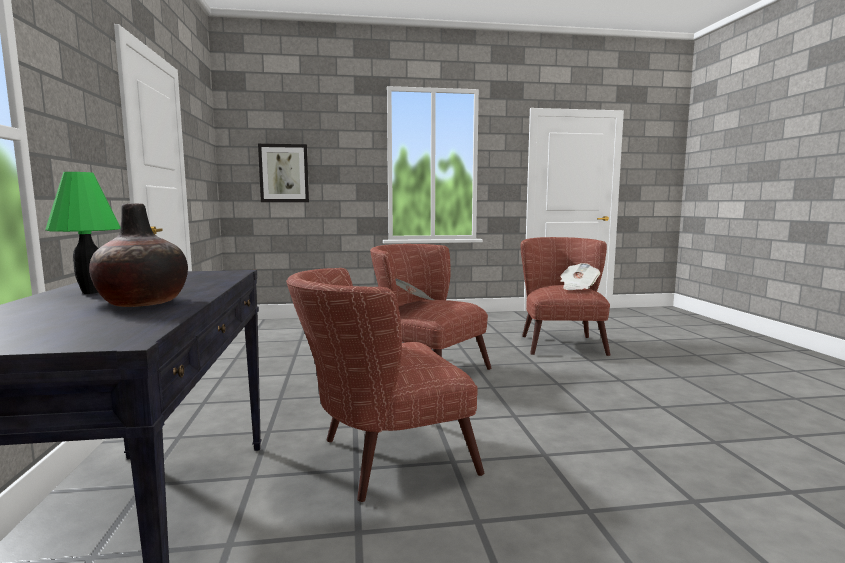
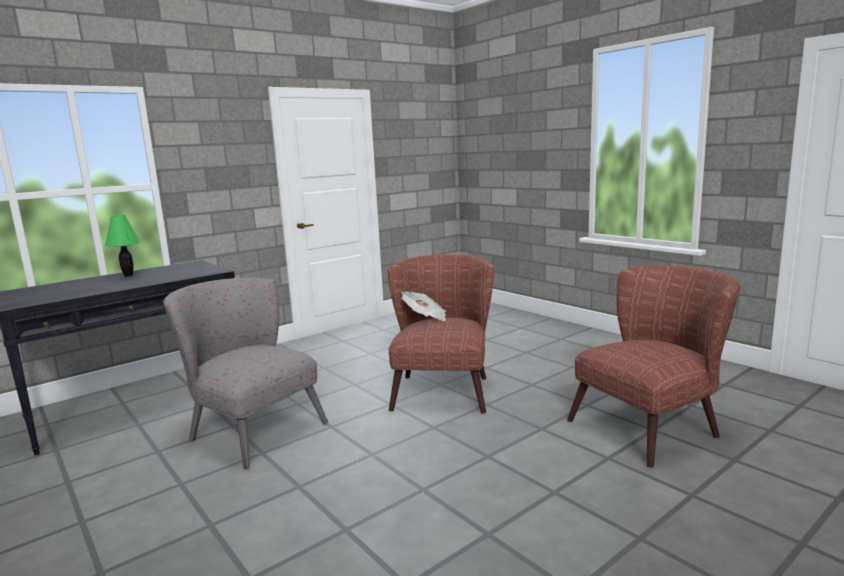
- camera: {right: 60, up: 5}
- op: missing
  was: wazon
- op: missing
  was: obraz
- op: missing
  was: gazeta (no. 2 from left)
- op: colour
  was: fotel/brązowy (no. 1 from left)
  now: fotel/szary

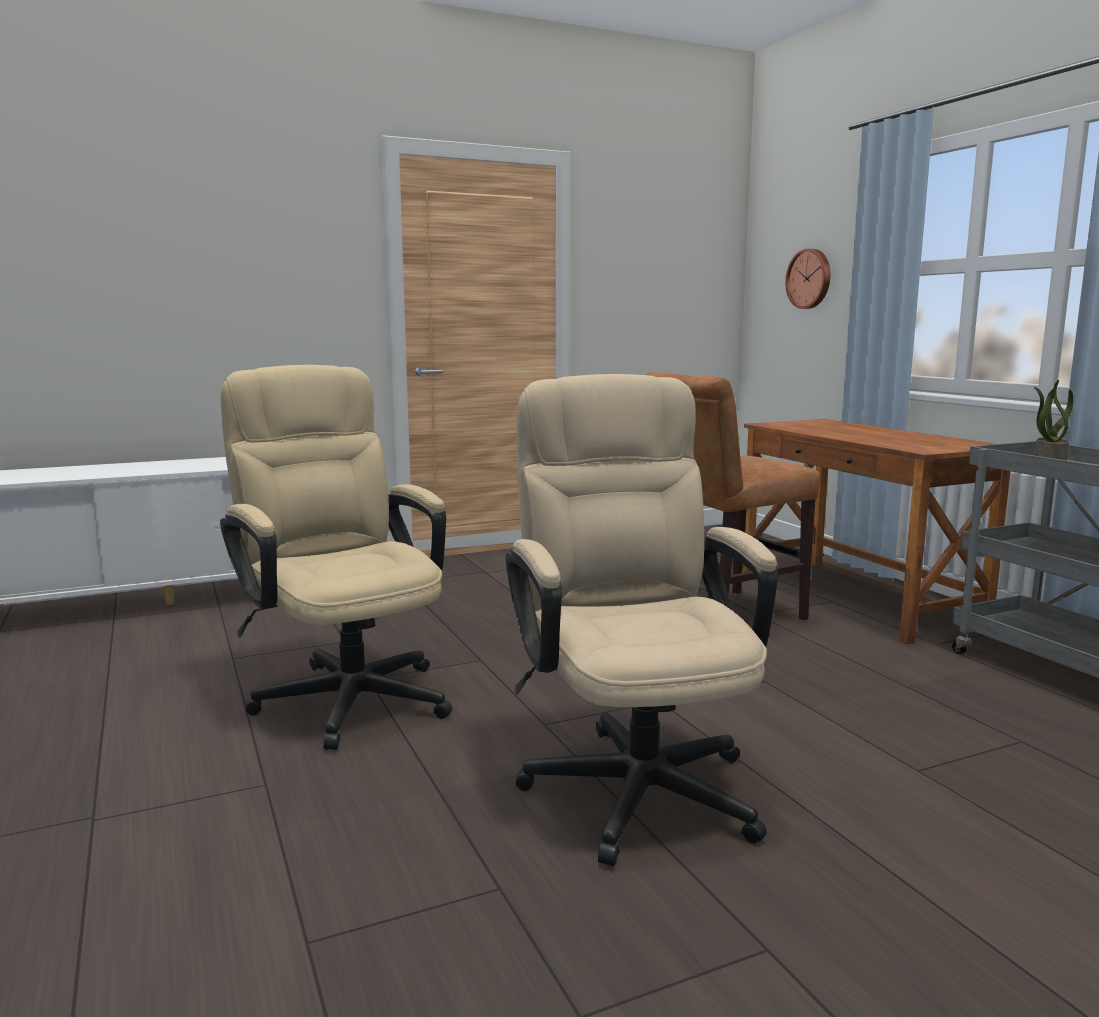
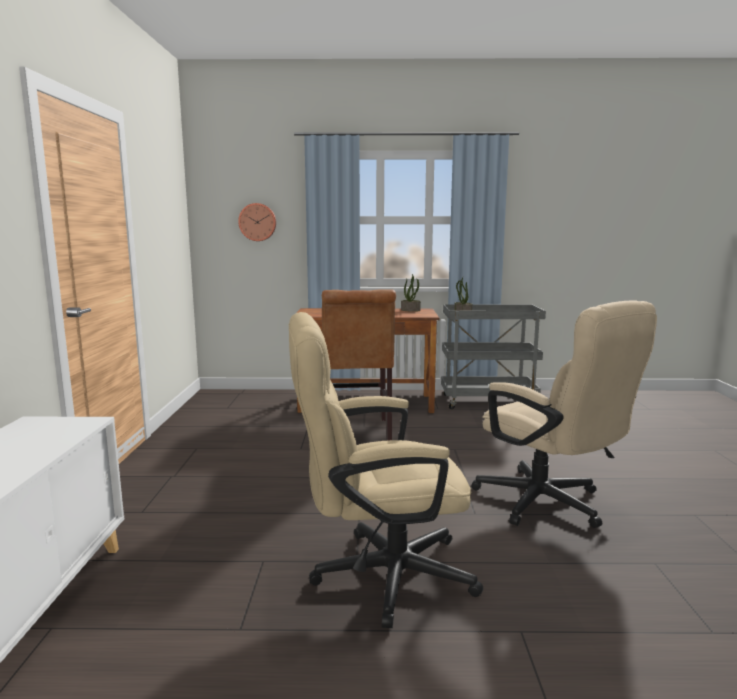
- camera: {right: -65, up: 0}
- op: appeared
  now: roślina doniczkowa (no. 1 from left)
- op: spun
  was: krzesło biurowe/beżowy (no. 2 from left)
  clockwise: -135

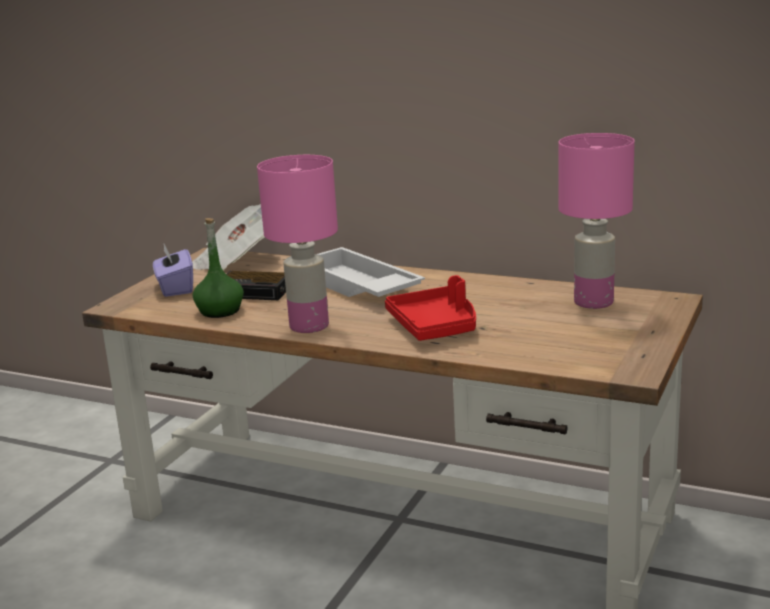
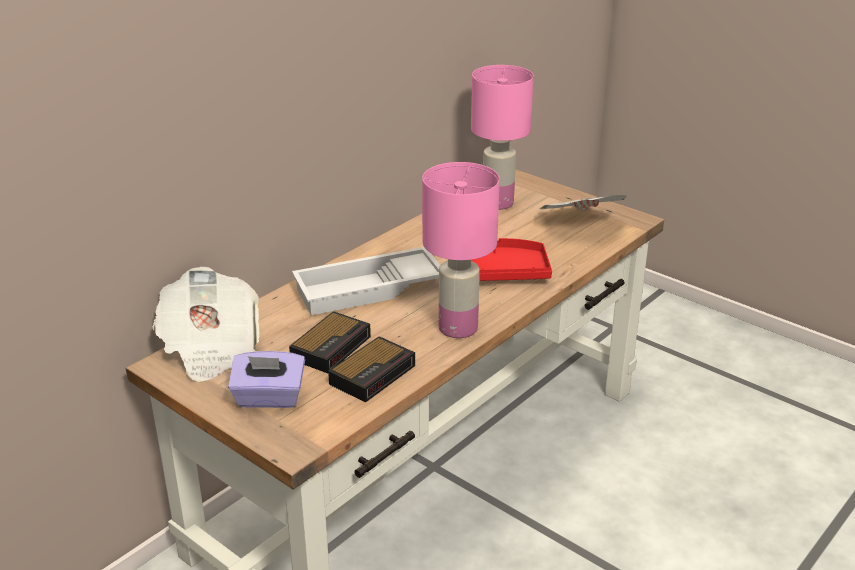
- camera: {right: -75, up: 10}
- op: appeared
  now: gazeta (no. 2 from left)
- op: exchanged
  was: butelka/zielony
  now: budzik (no. 2 from left)

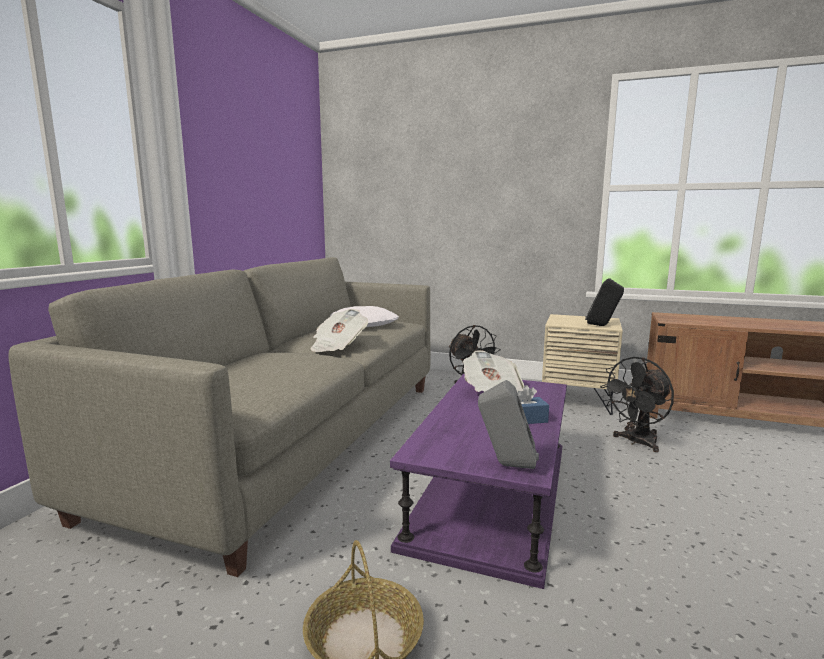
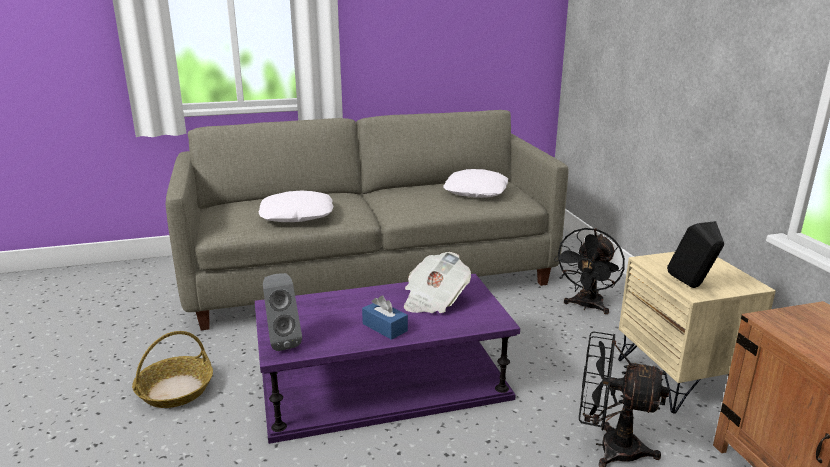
- camera: {right: 55, up: 10}
- op: missing
  was: gazeta (no. 1 from left)
- op: appeared
  now: poduszka/biały (no. 1 from left)

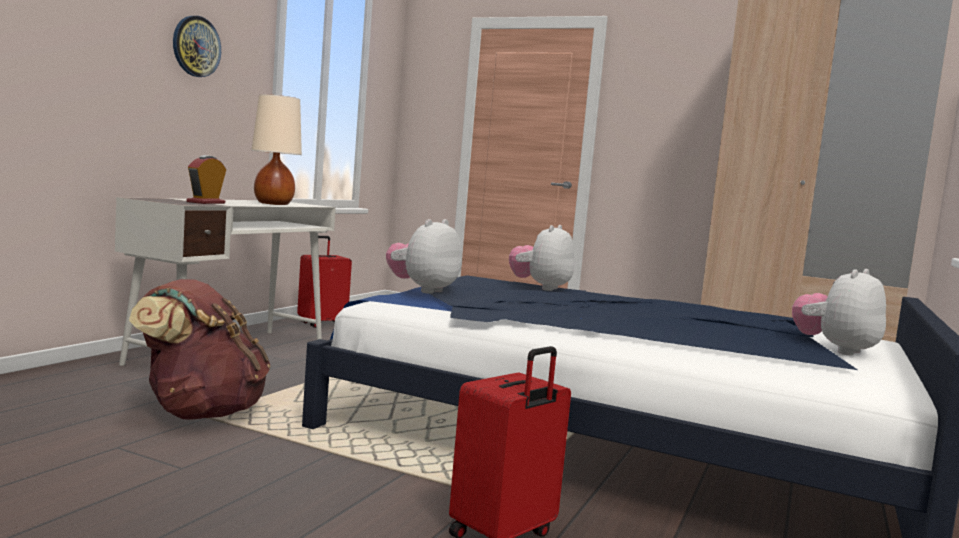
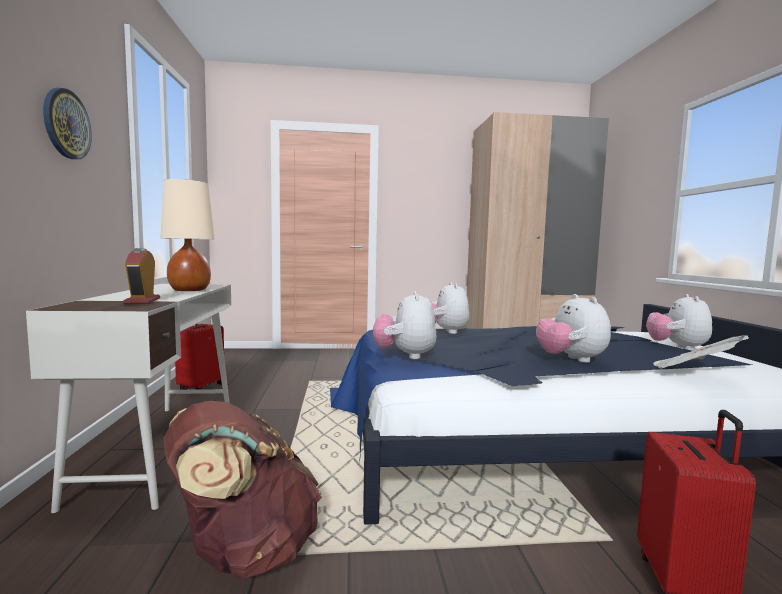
- camera: {right: -30, up: 0}
- op: appeared
  now: pluszak (no. 3 from left)
- op: appeared
  now: gazeta

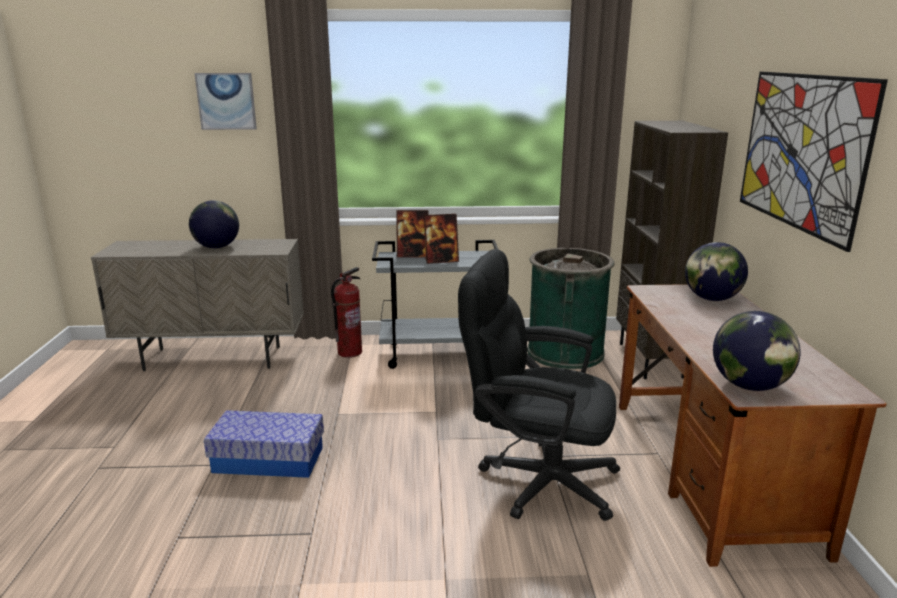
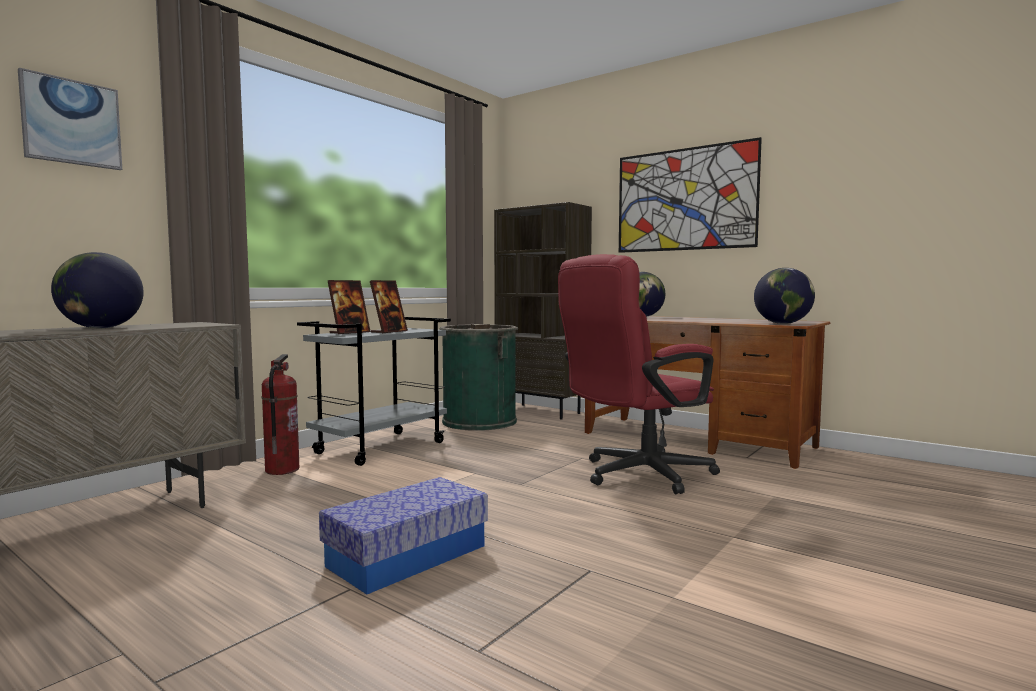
- camera: {right: -50, up: -15}
- op: colour
  was: krzesło biurowe/czarny
  now: krzesło biurowe/czerwony

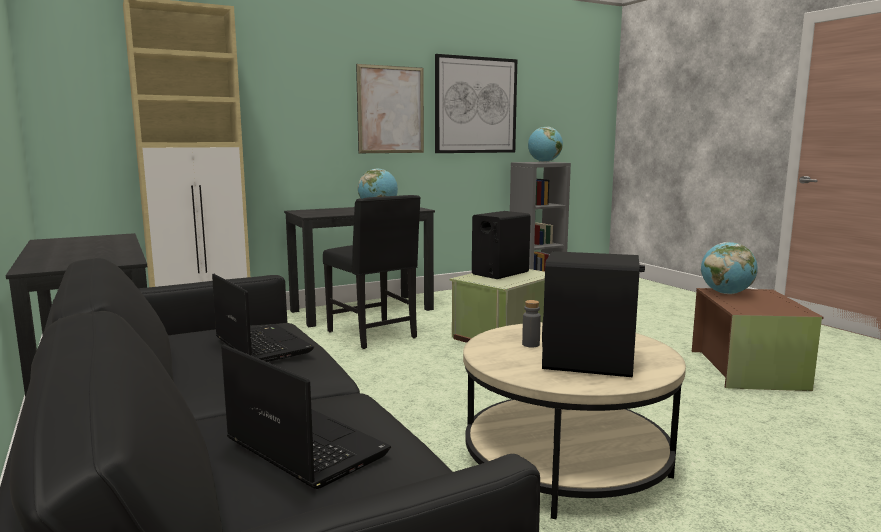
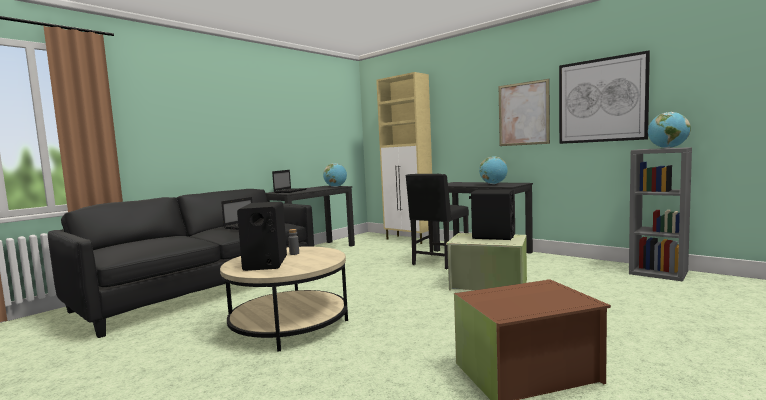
- camera: {right: 70, up: -5}
- op: relocated
  was: laptop (no. 2 from left)
- op: relocated
  was: globus (no. 3 from left in the first image)
  now: globus (no. 1 from left)

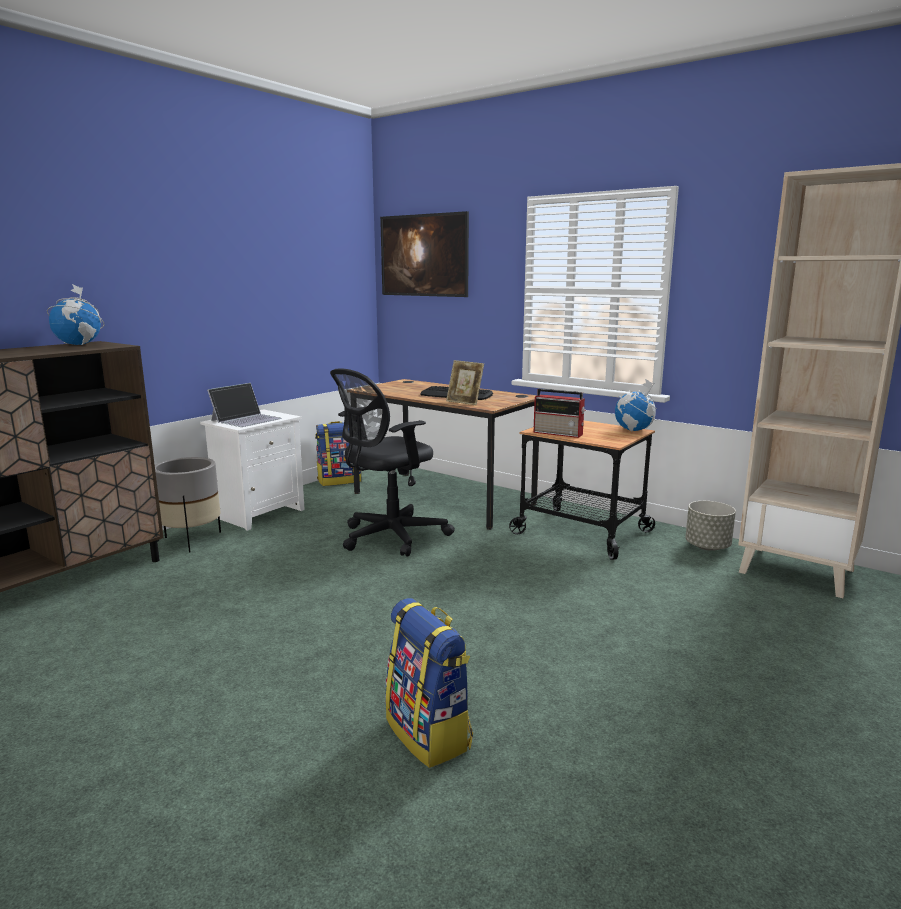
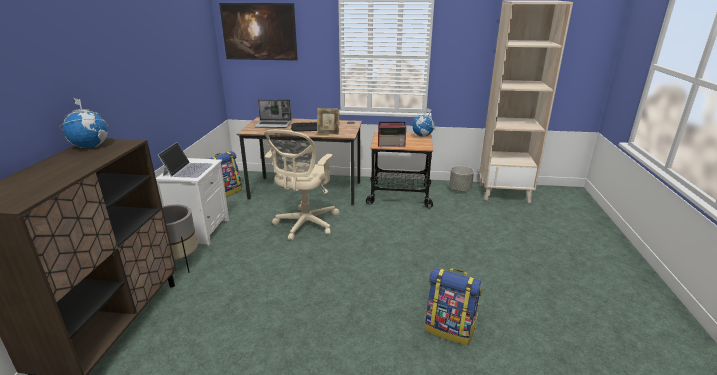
- camera: {right: -30, up: 10}
- op: appeared
  now: laptop (no. 2 from left)
- op: colour
  was: krzesło biurowe/czarny
  now: krzesło biurowe/beżowy

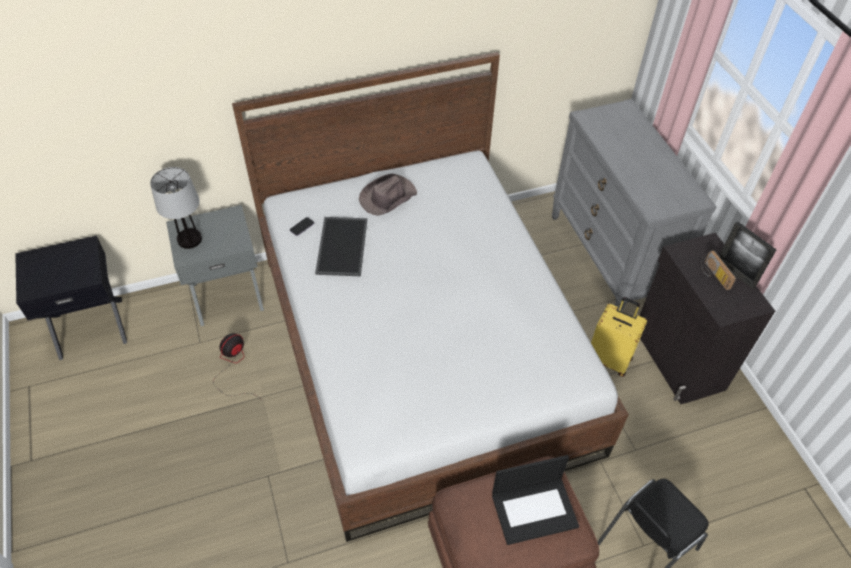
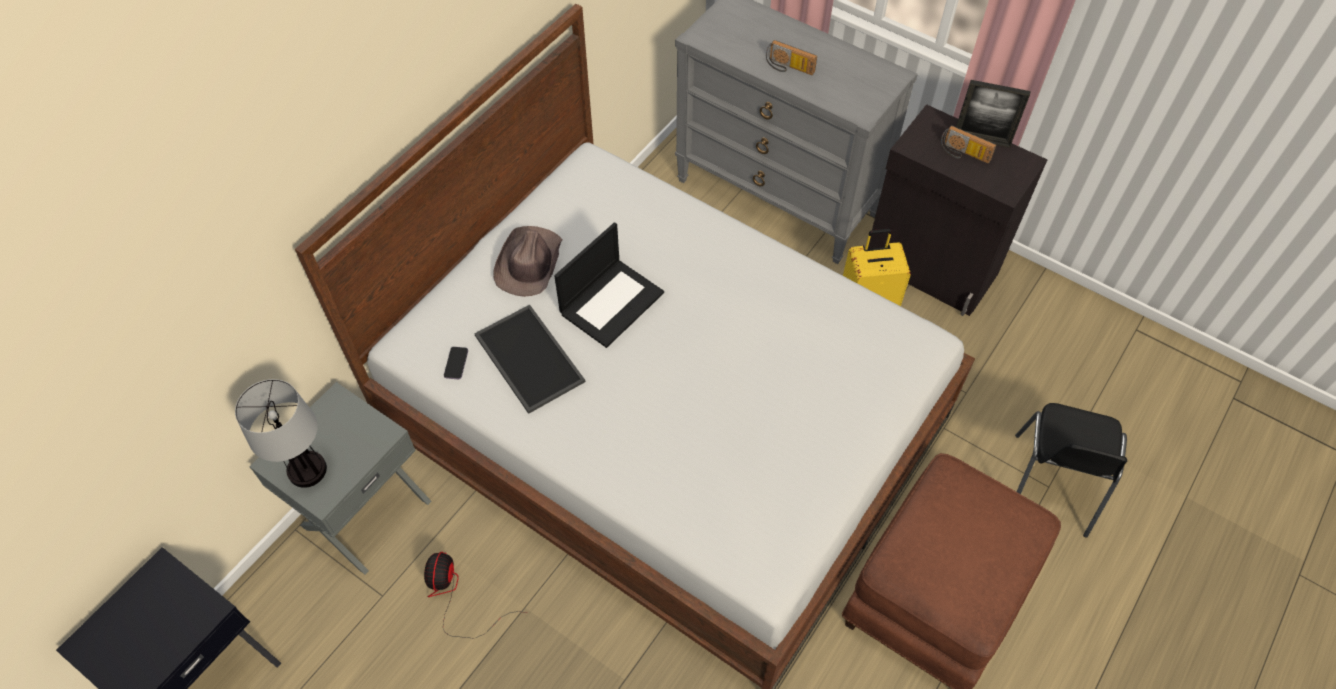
- camera: {right: -35, up: 5}
- op: appeared
  now: radio (no. 1 from left)
- op: relocated
  was: laptop

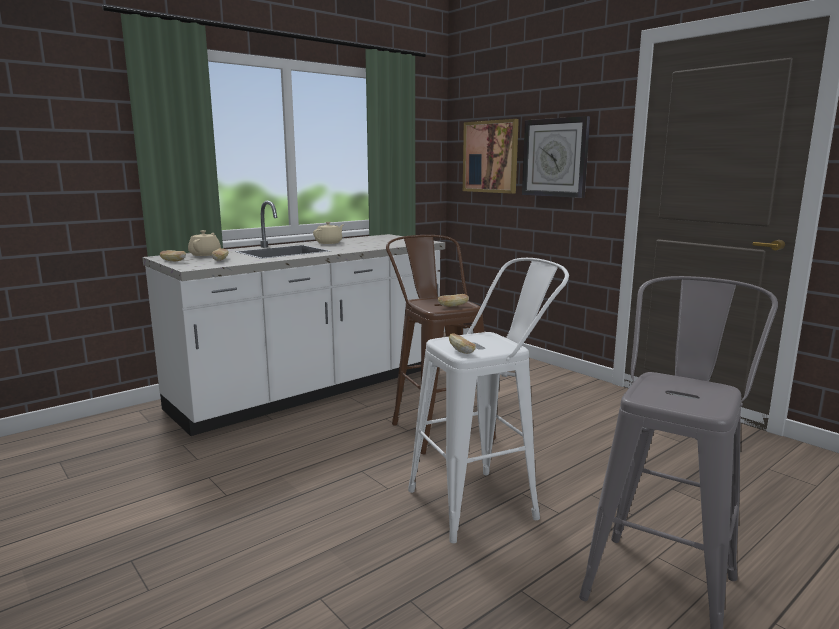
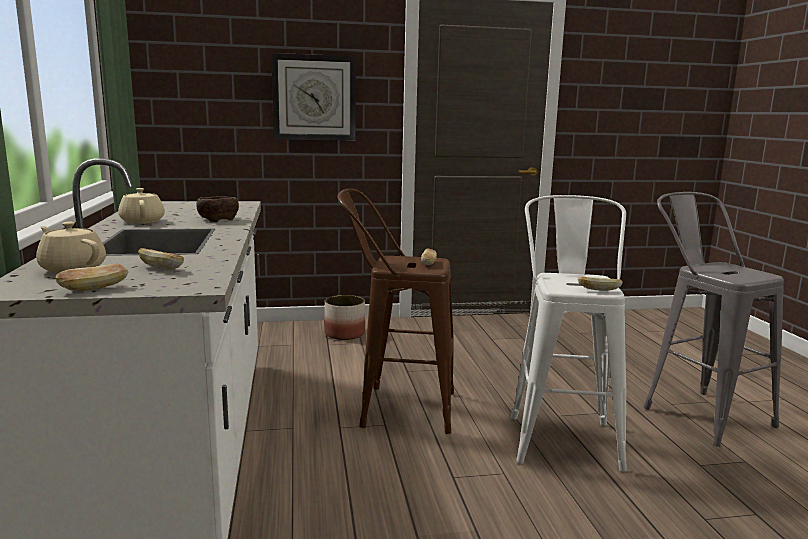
- camera: {right: -60, up: 0}
- op: missing
  was: obraz
- op: appeared
  now: miska/brązowy
- op: appeared
  now: donica

